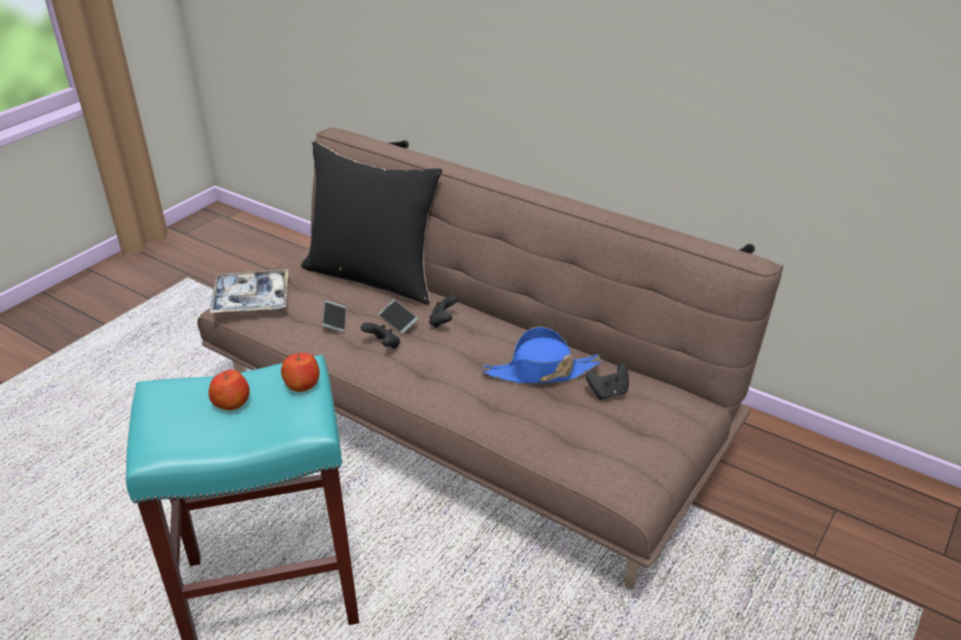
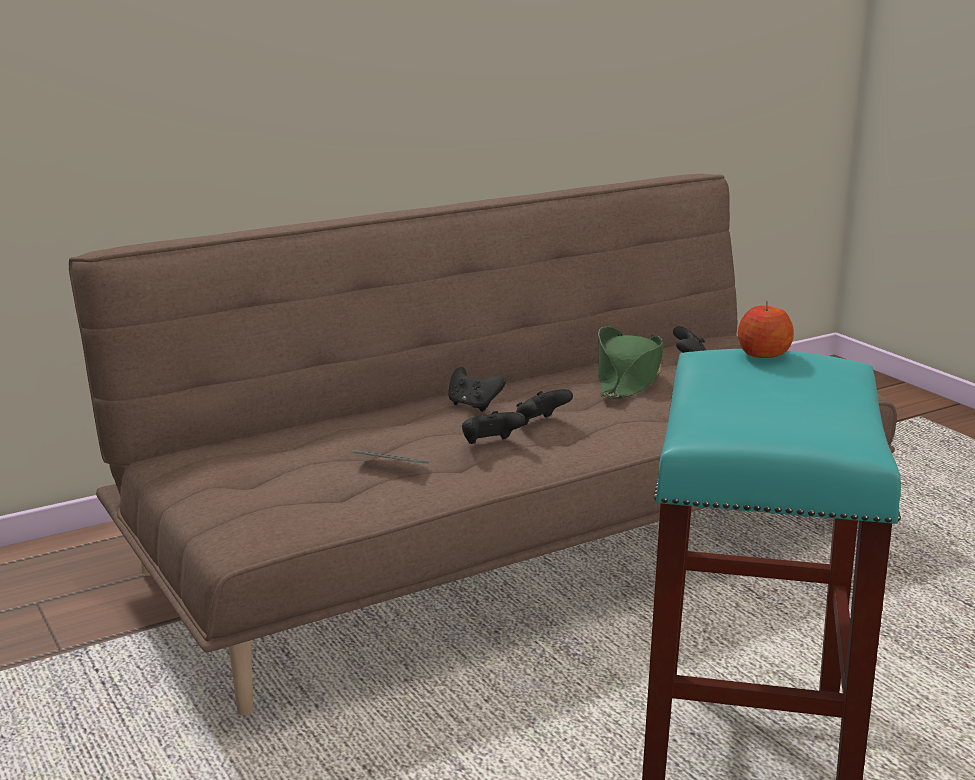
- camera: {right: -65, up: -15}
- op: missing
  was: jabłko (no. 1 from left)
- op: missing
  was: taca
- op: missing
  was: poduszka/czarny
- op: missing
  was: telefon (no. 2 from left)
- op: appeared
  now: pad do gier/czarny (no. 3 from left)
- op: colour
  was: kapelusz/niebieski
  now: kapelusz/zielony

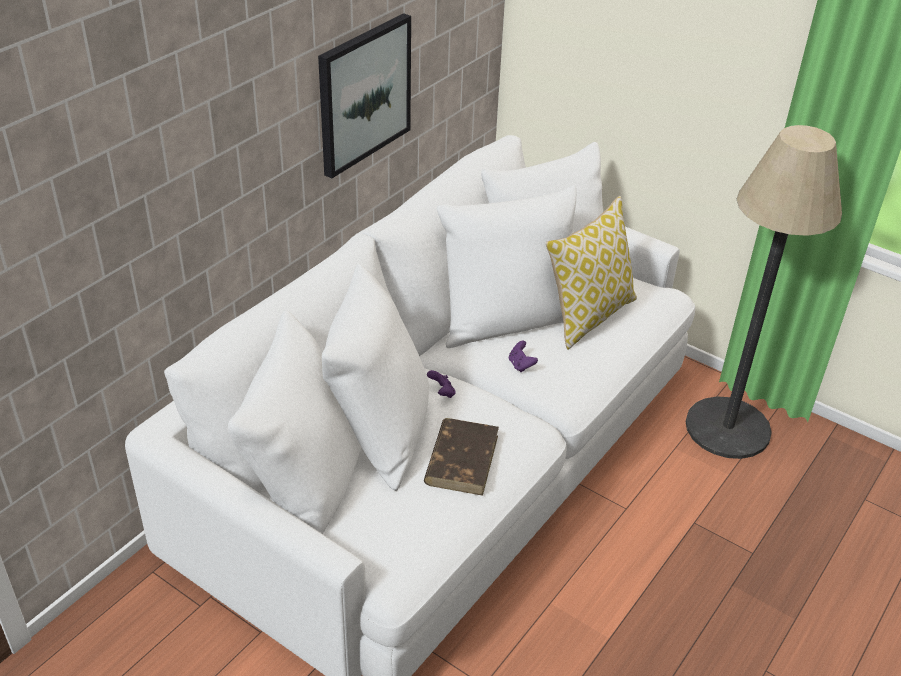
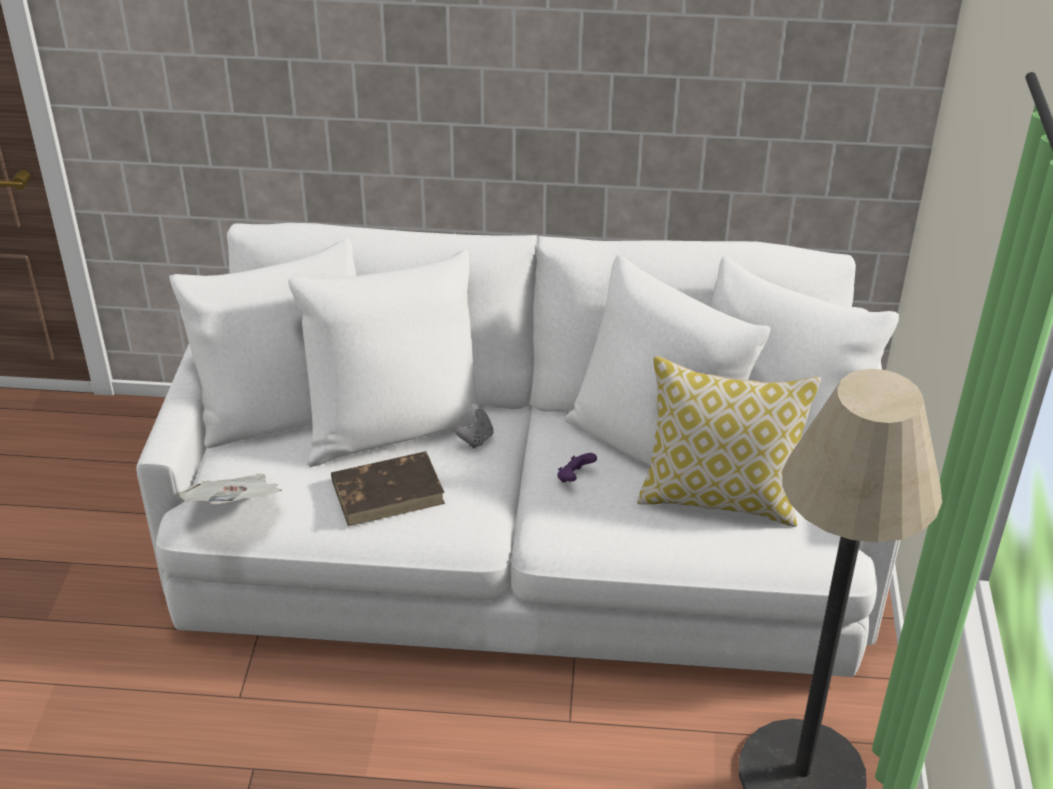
- camera: {right: 60, up: 0}
- op: missing
  was: obraz
- op: appeared
  now: gazeta
- op: colour
  was: pad do gier/fioletowy (no. 1 from left)
  now: pad do gier/szary

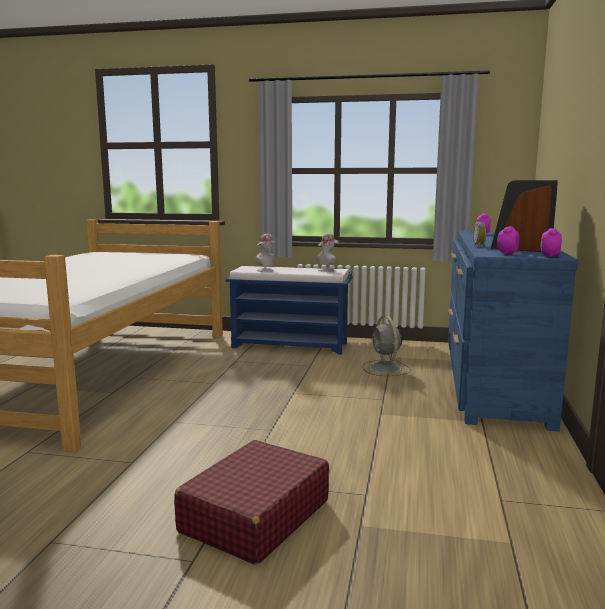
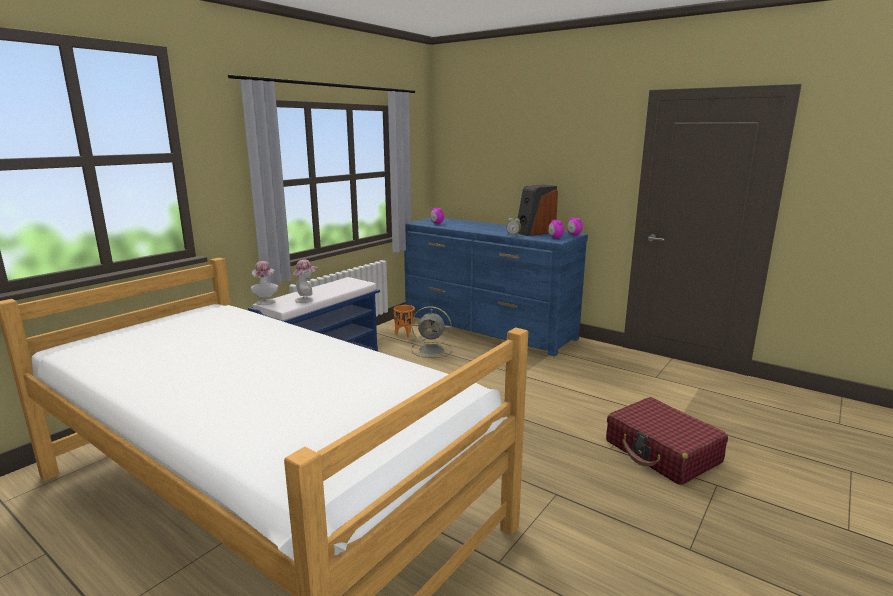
- camera: {right: -65, up: 5}
- op: appeared
  now: donica/pomarańczowy
- op: relocated
  was: kapelusz (no. 2 from left in the first image)
  now: kapelusz (no. 1 from left)

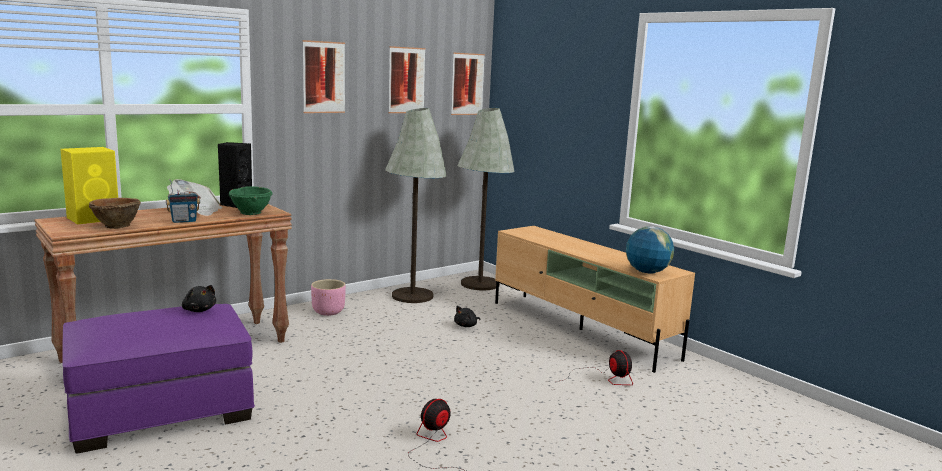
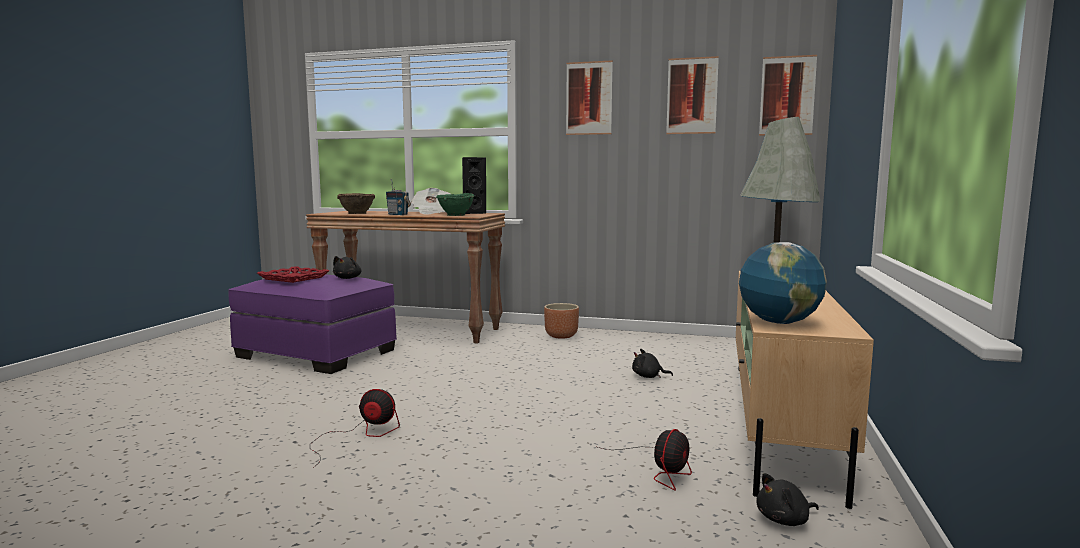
- camera: {right: 55, up: -5}
- op: missing
  was: głośnik/żółty
- op: missing
  was: lampa stojąca/szary (no. 1 from left)
- op: appeared
  now: taca/czerwony
- op: appeared
  now: pluszak/czarny (no. 3 from left)
- op: colour
  was: donica/różowy
  now: donica/brązowy

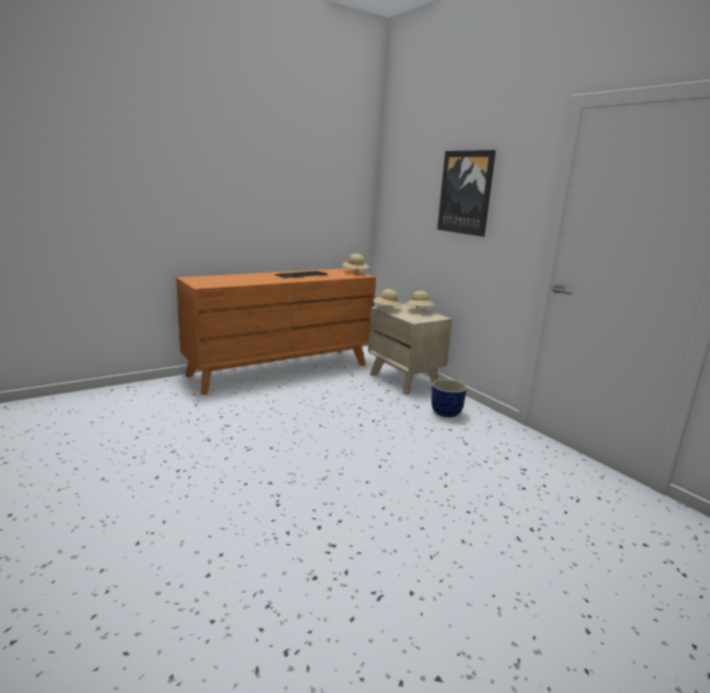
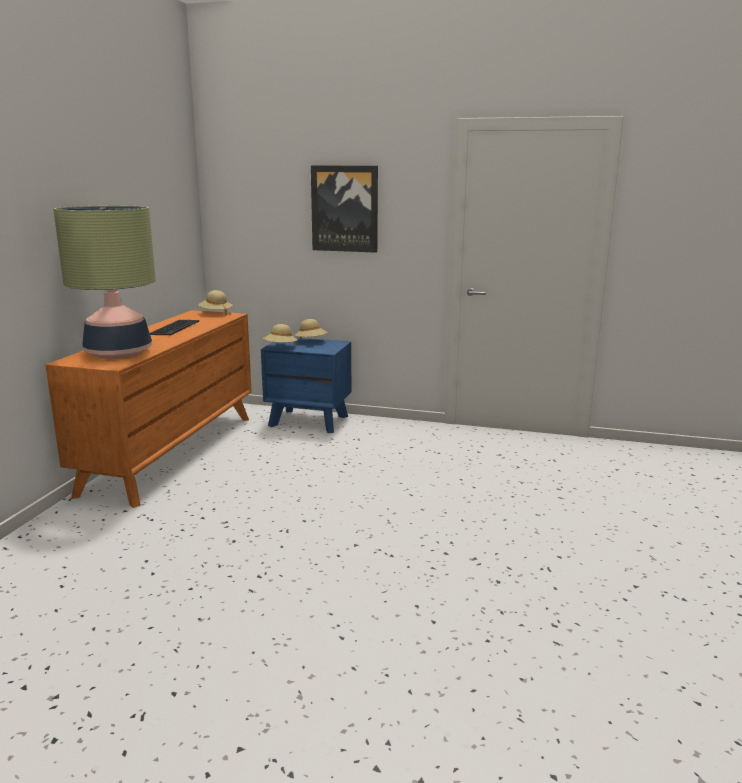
- camera: {right: -40, up: 0}
- op: missing
  was: donica
- op: appeared
  now: lampa stołowa
- op: colour
  was: szafka nocna/beżowy
  now: szafka nocna/niebieski

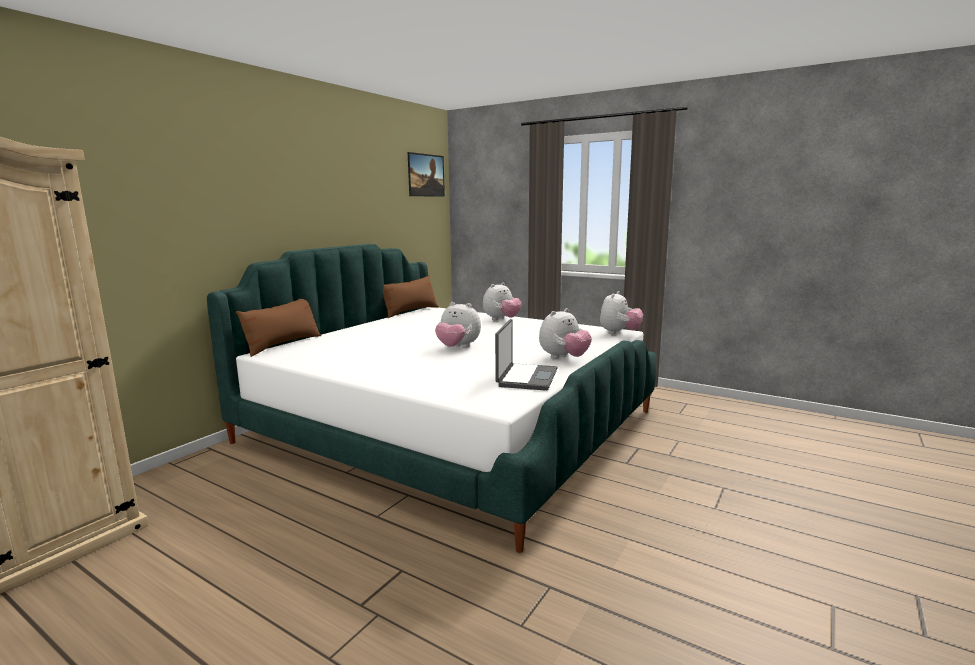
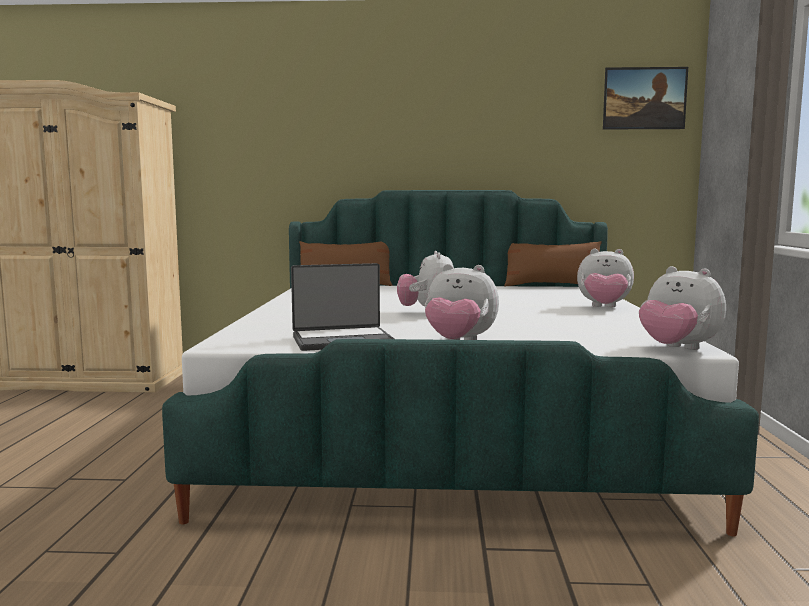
- camera: {right: 60, up: -5}
- op: spun
  was: pluszak (no. 4 from left)
  clockwise: 45

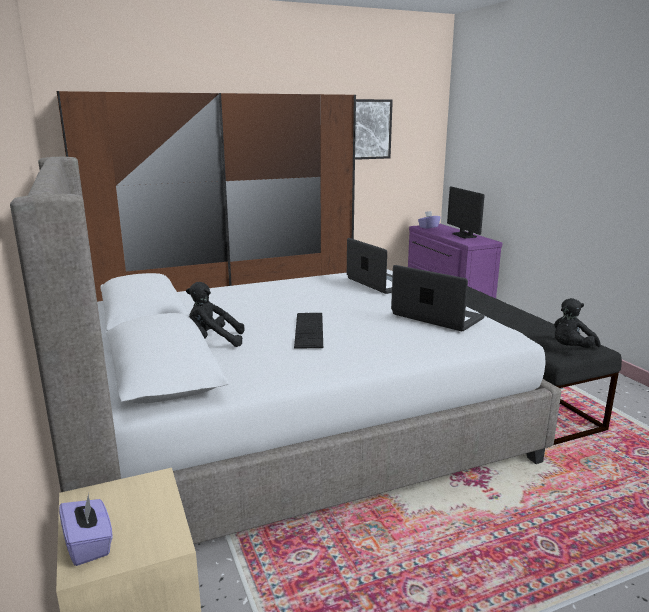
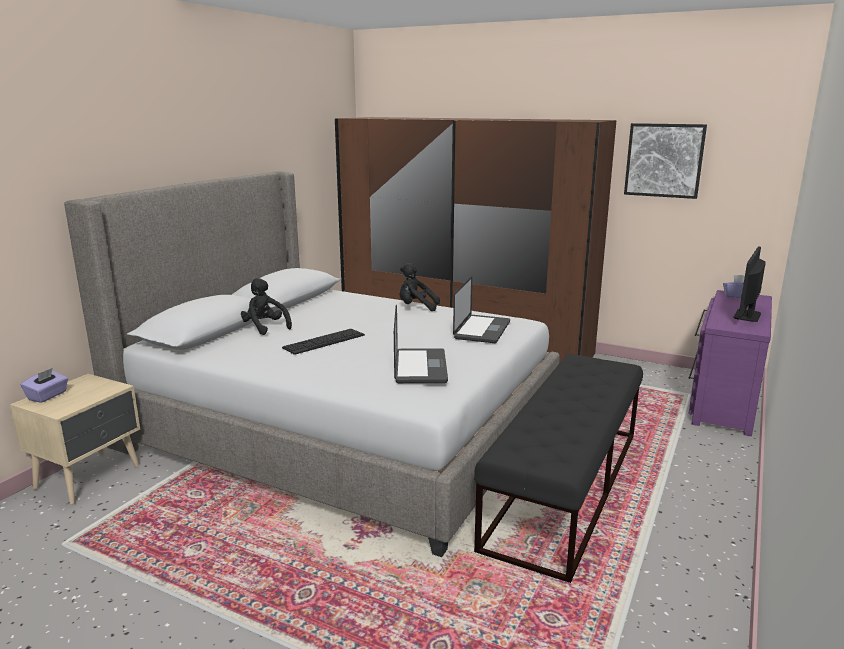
- camera: {right: 50, up: 0}
- op: relocated
  was: pluszak/czarny (no. 2 from left)

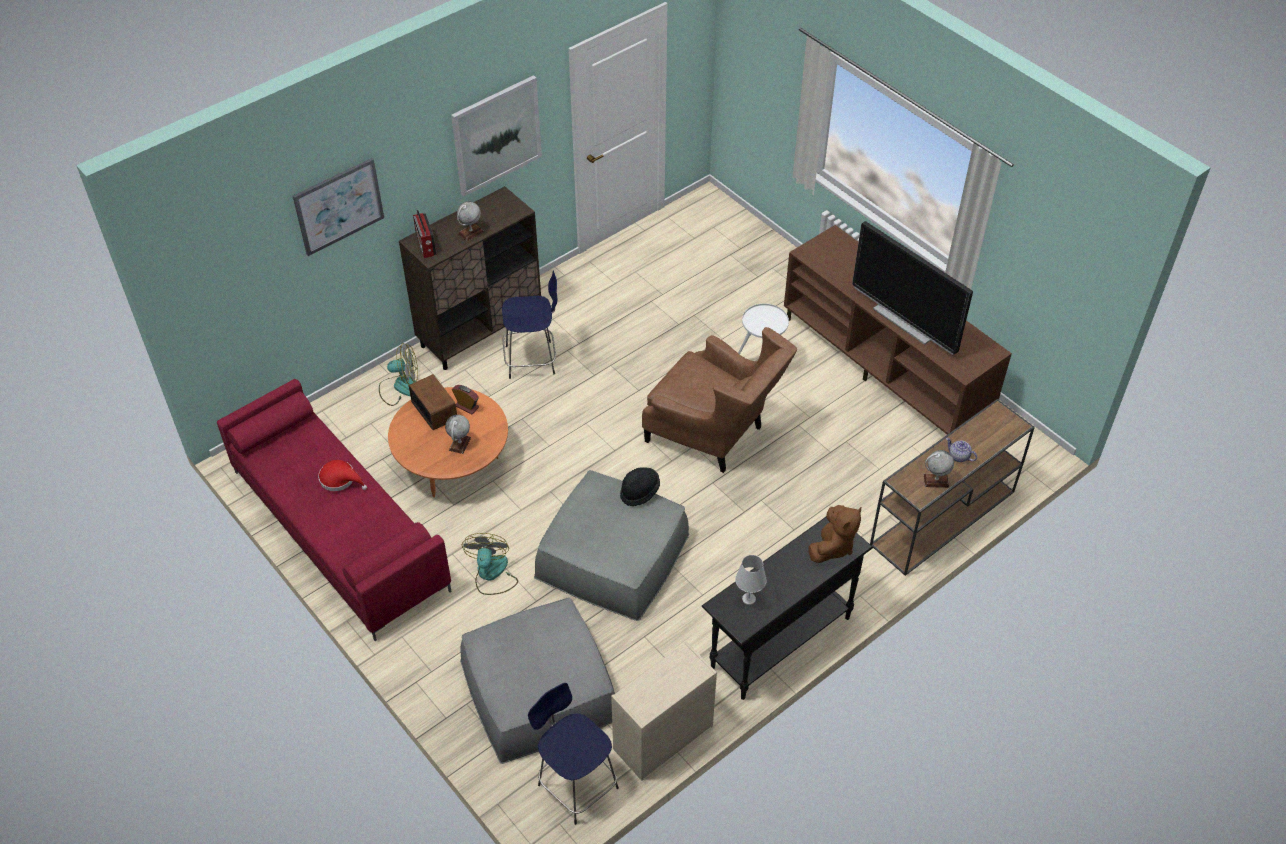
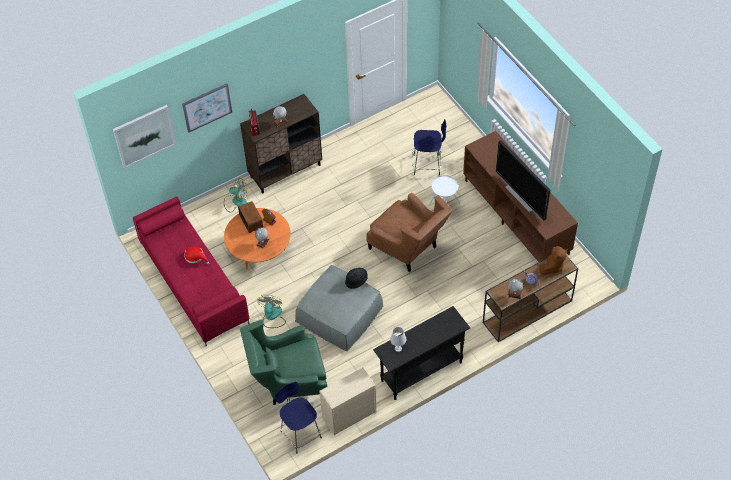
- camera: {right: 10, up: 5}
- op: relocated
  was: obraz (no. 2 from left in the first image)
  now: obraz (no. 1 from left)
- op: relocated
  was: stołek/niebieski (no. 1 from left in the first image)
  now: stołek/niebieski (no. 2 from left)
- op: relocated
  was: pluszak/brązowy
- op: exchanged
  was: pufa/szary (no. 1 from left)
  now: fotel/zielony

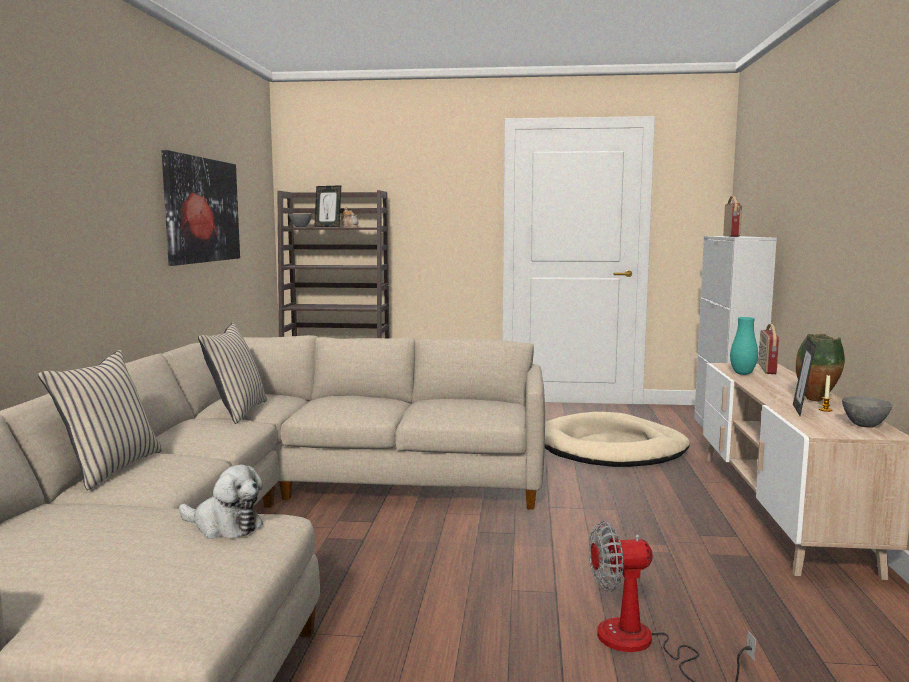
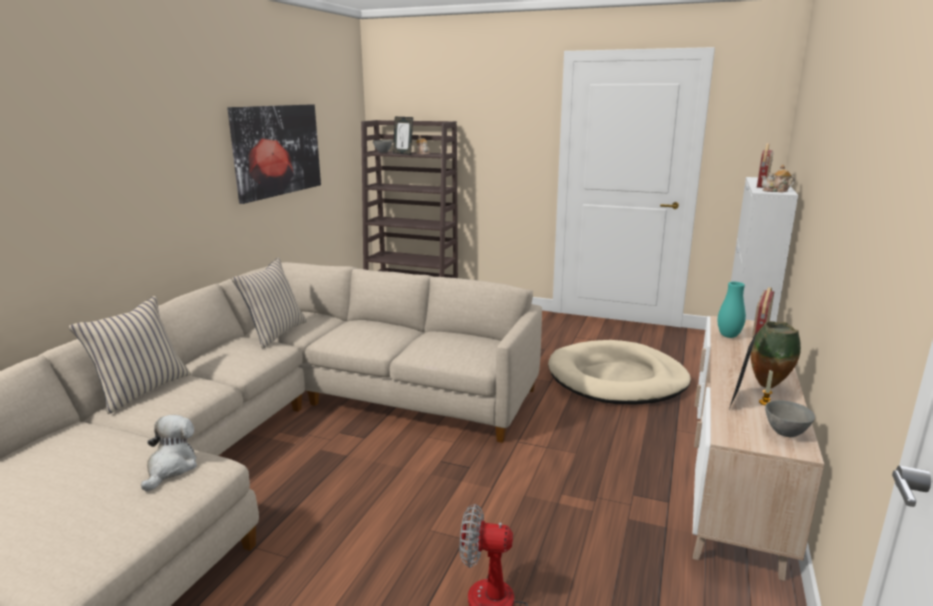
- camera: {right: 15, up: 10}
- op: appeared
  now: imbryk (no. 2 from left)
- op: spun
  was: pluszak
  clockwise: -120

